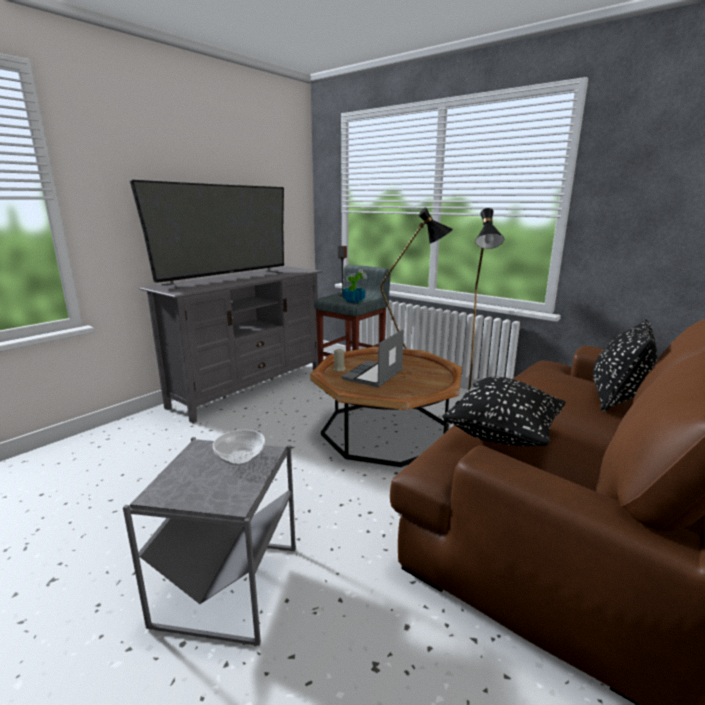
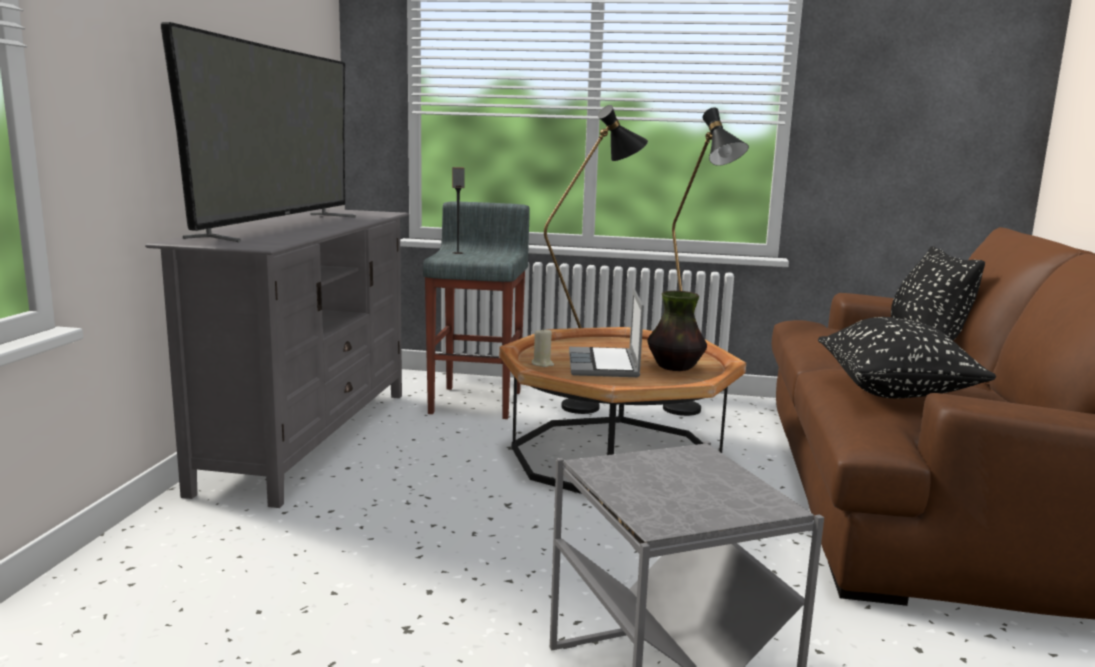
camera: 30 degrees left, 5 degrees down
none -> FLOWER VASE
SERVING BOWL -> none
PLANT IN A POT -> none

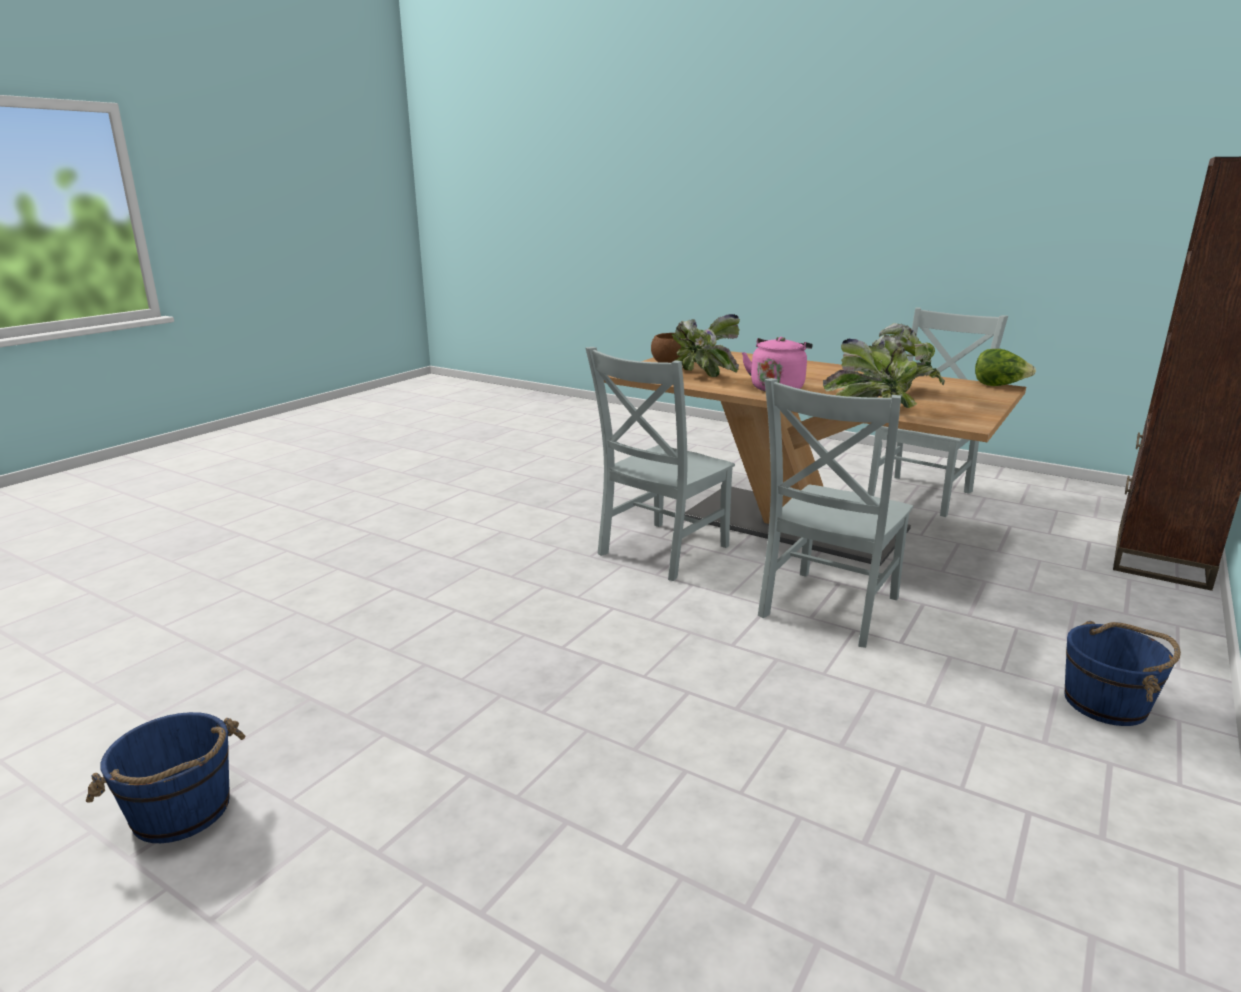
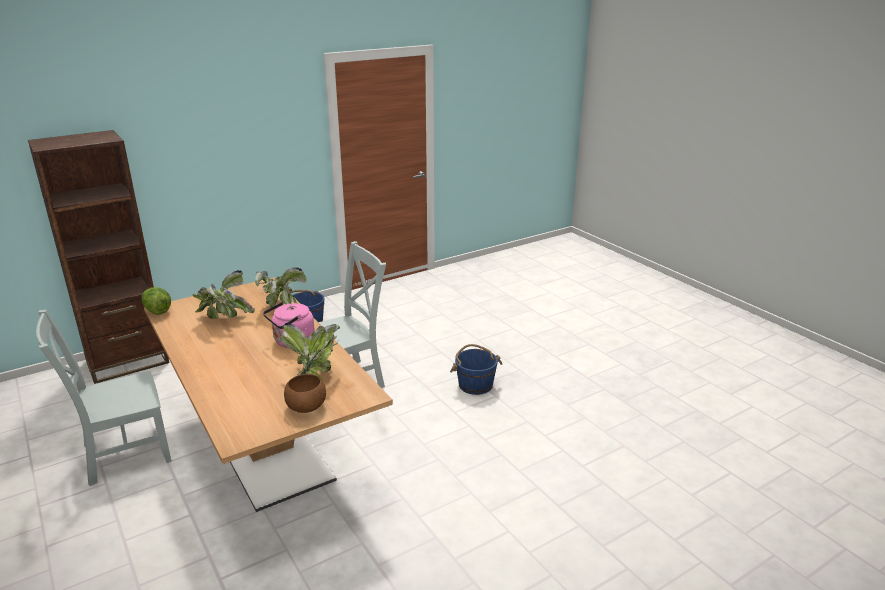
camera: 155 degrees left, 5 degrees up
BLUISH WATER BUCKET (no. 1 from left in the first image) -> BLUISH WATER BUCKET (no. 2 from left), shifted
GREYISH PLAIN CHAIR (no. 1 from left) -> none

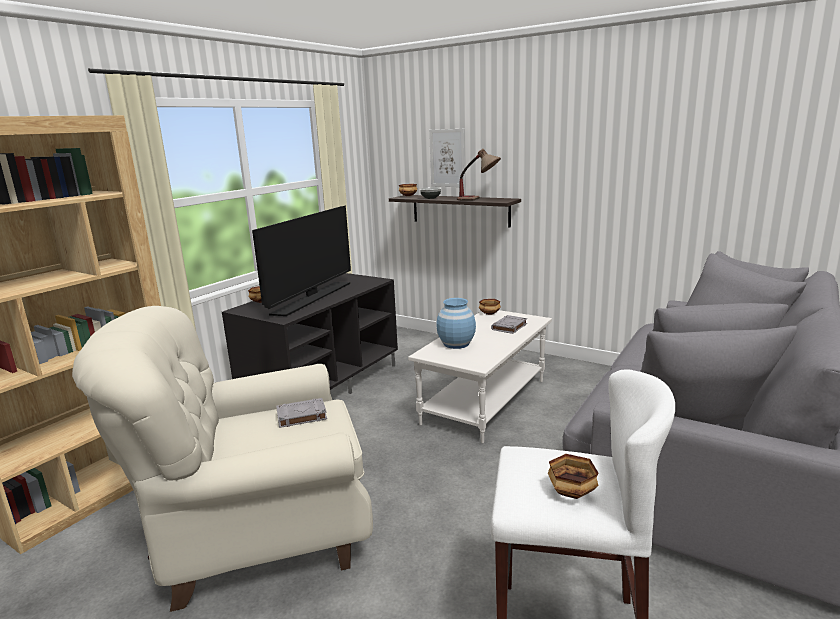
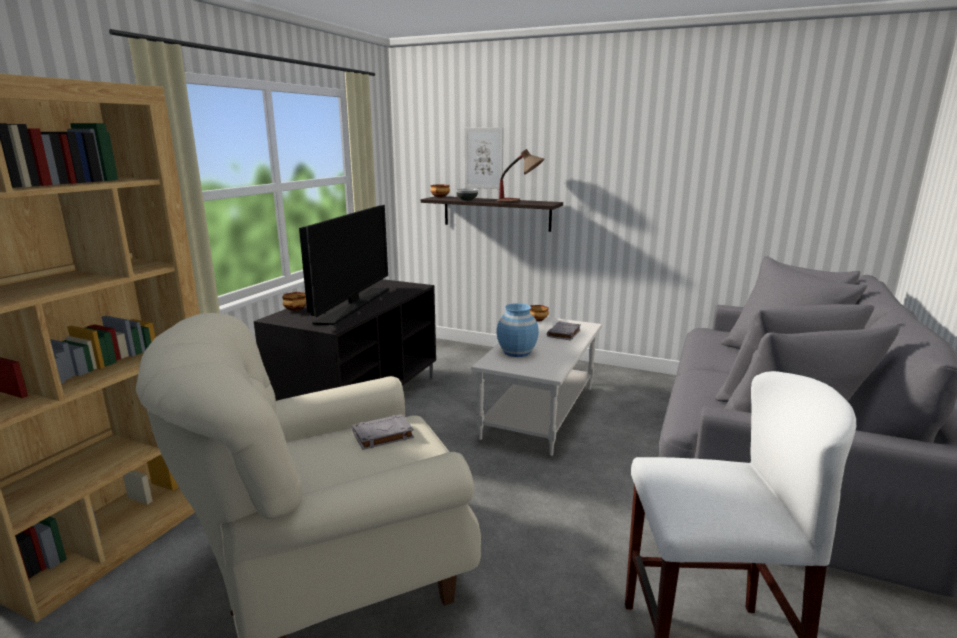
camera: 10 degrees left, 0 degrees up
SERVING BOWL (no. 5 from left) -> none

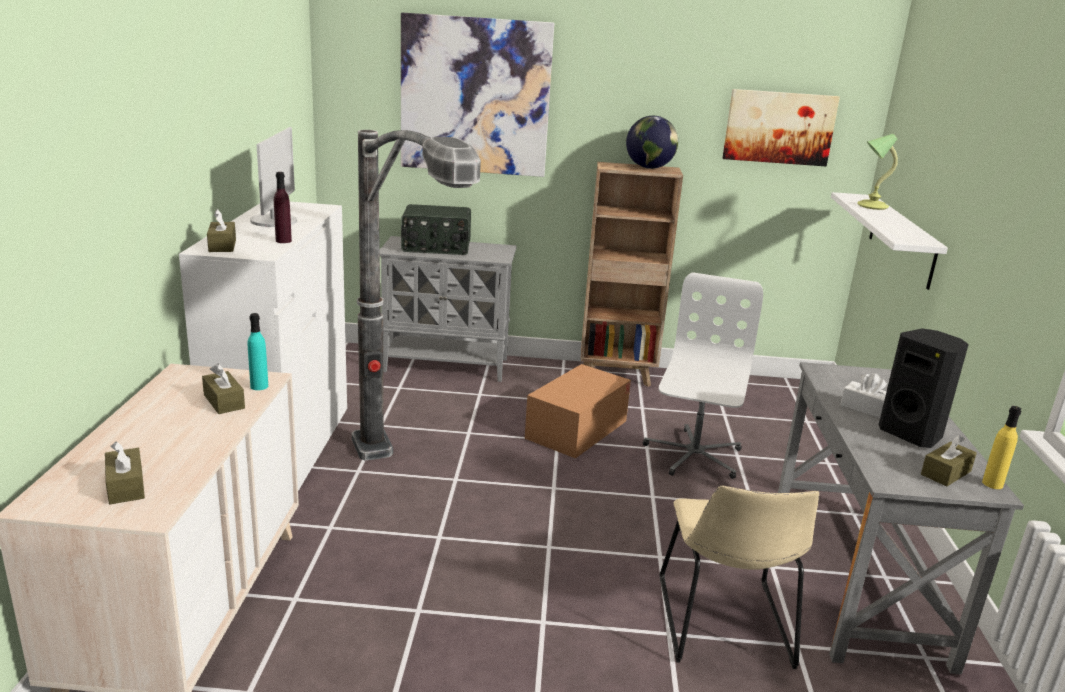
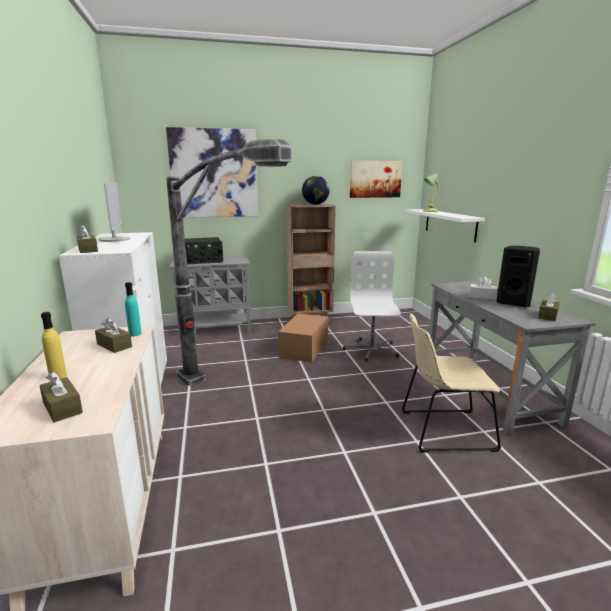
camera: 15 degrees left, 5 degrees down
YELLOW BOTTLE, shifted
BEIGE-COLOURED PLAIN CHAIR, 105 degrees clockwise
PURPLISH BOTTLE -> none

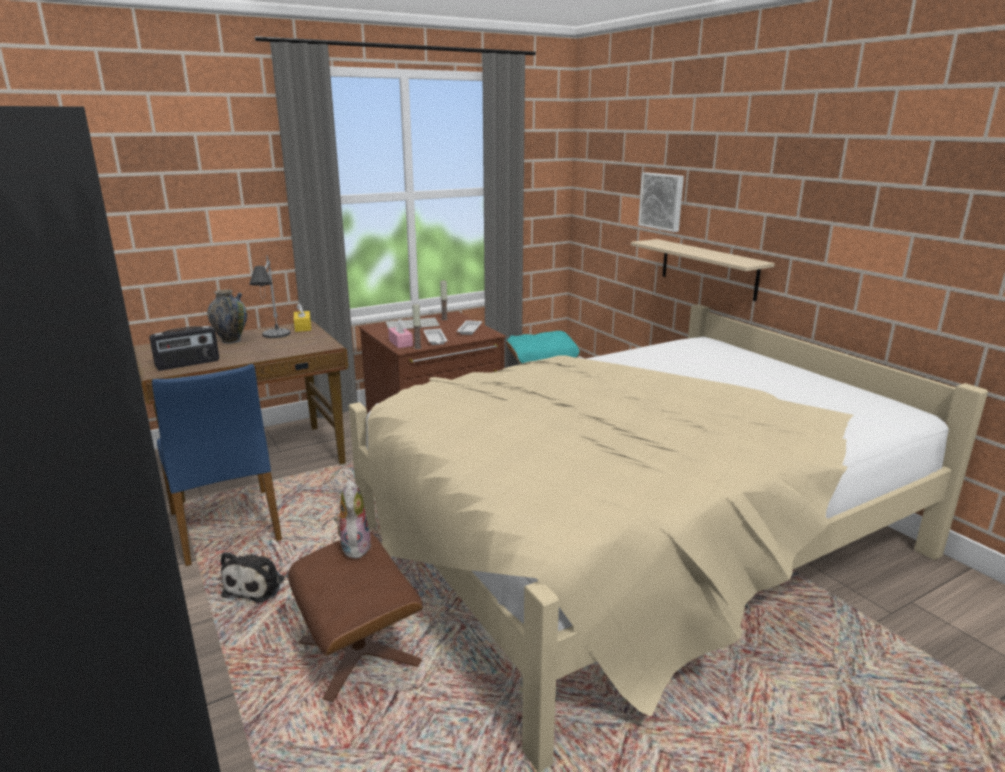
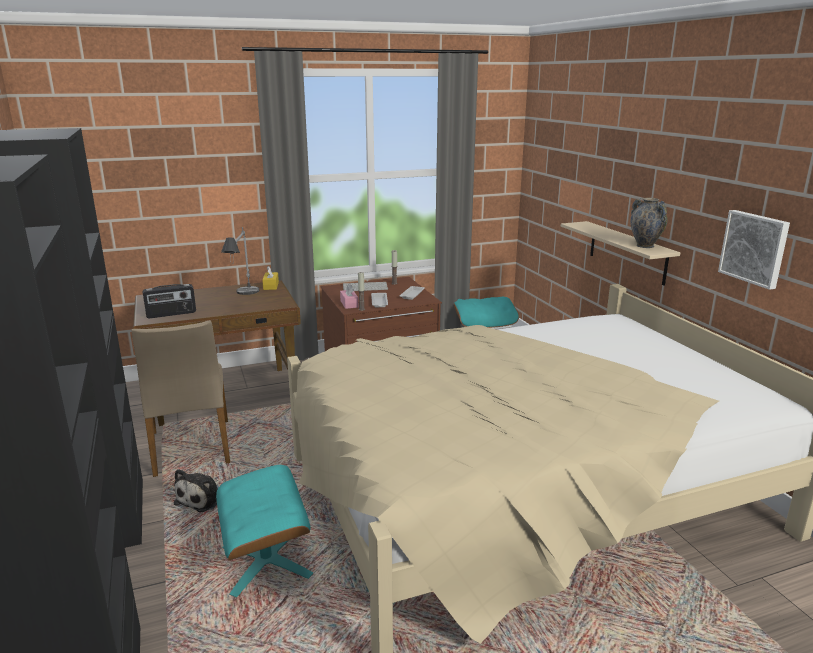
camera: 10 degrees right, 0 degrees up
BLUISH PLAIN CHAIR -> BEIGE-COLOURED PLAIN CHAIR
BROWNISH OTTOMAN -> TURQUOISE-COLOURED OTTOMAN (no. 1 from left)
FLOWER VASE, shifted
WALL ART, shifted
SOFT TOY (no. 2 from left) -> none

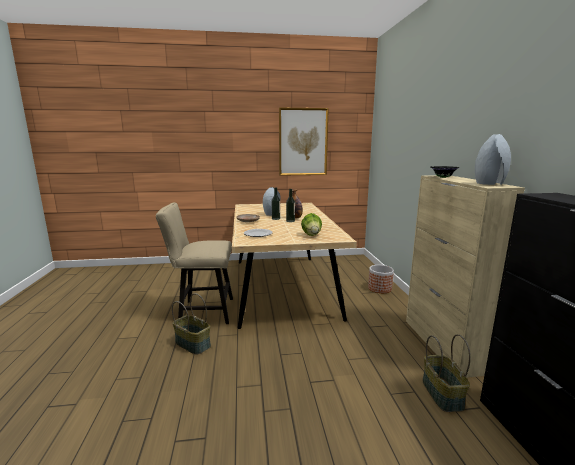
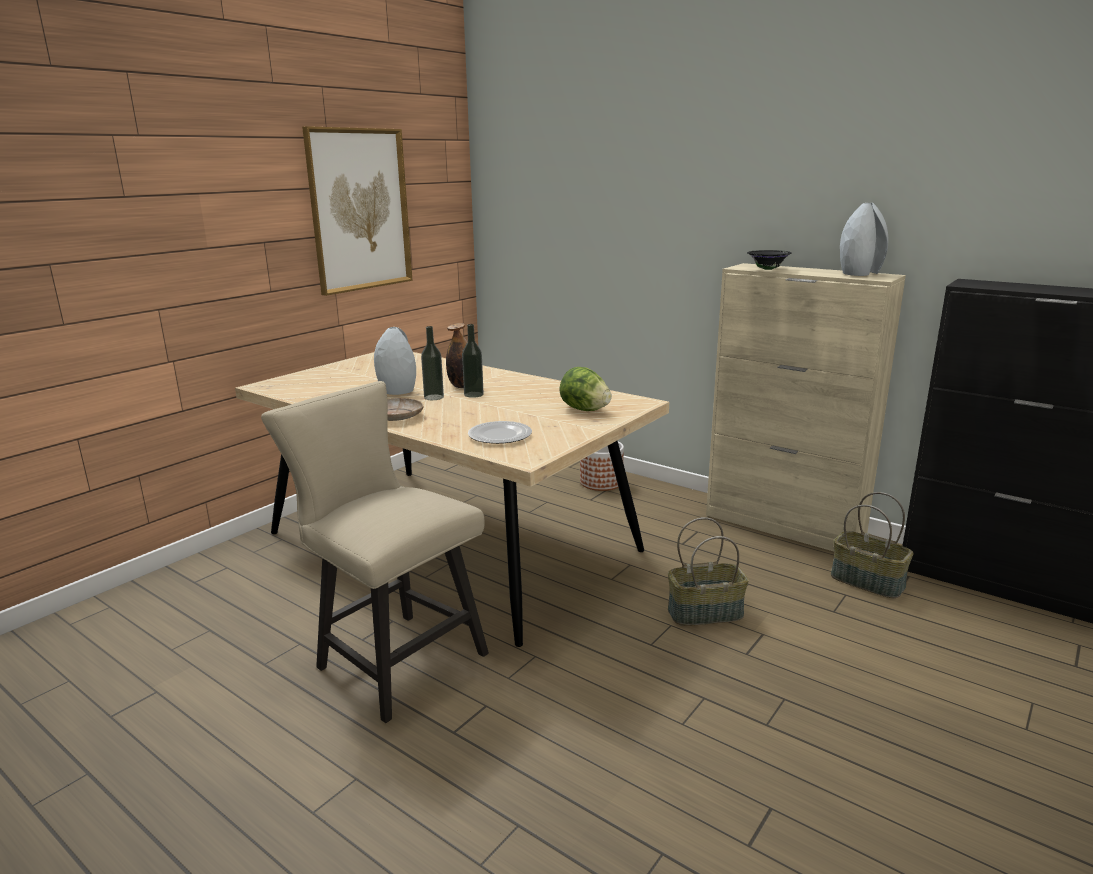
camera: 45 degrees left, 5 degrees up
BEIGE-COLOURED PLAIN CHAIR, 90 degrees clockwise
HOUSEHOLD BASKET (no. 1 from left), shifted

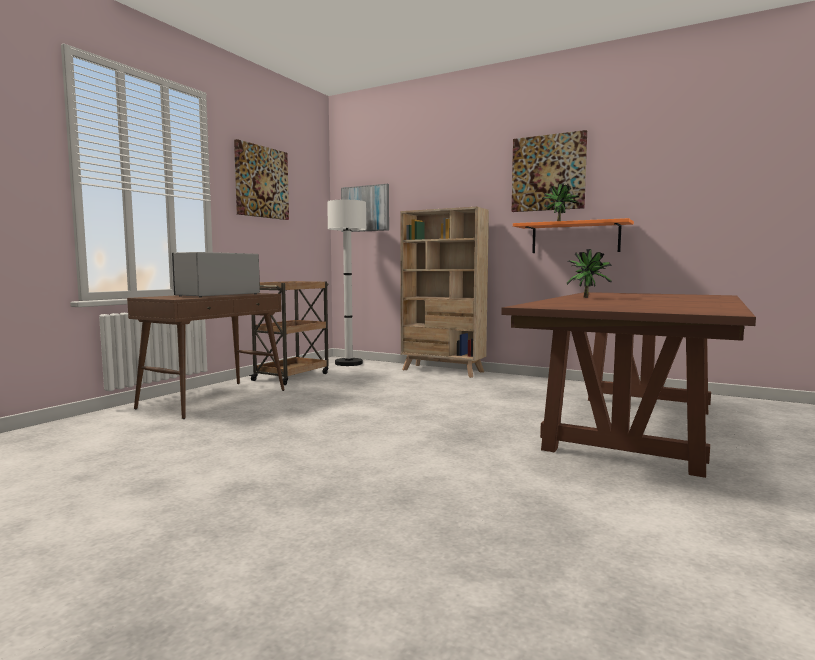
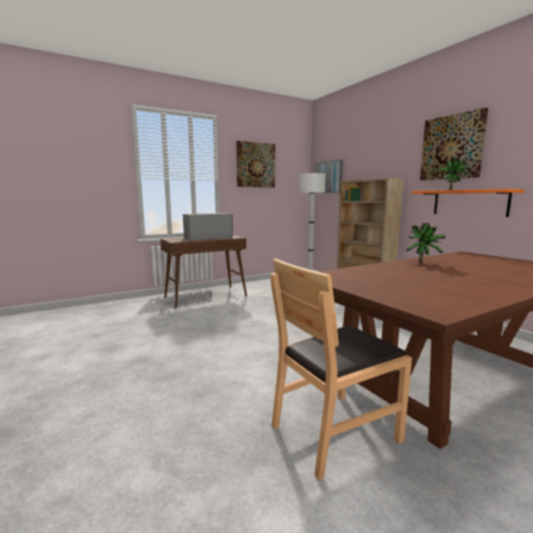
camera: 30 degrees right, 5 degrees up
none -> BROWNISH PLAIN CHAIR
BROWNISH CART -> none

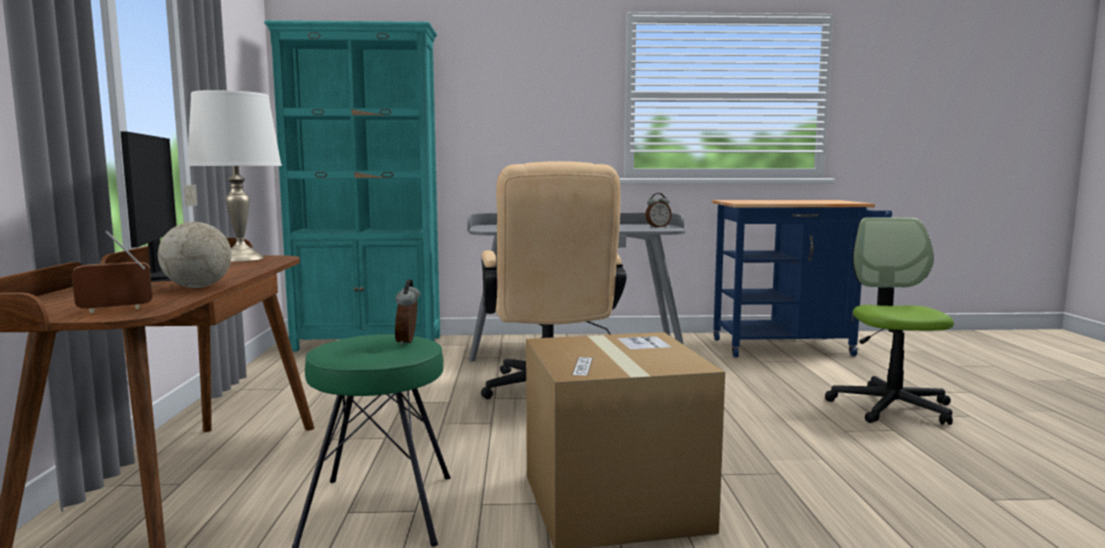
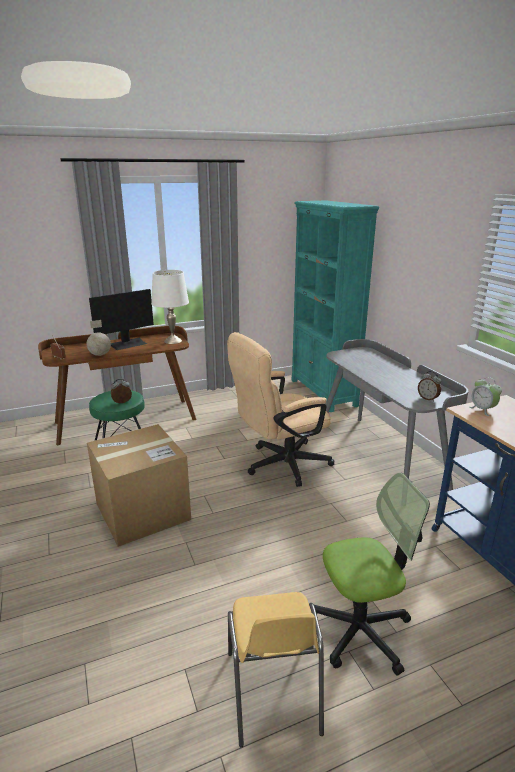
camera: 70 degrees right, 15 degrees up
none -> YELLOW PLAIN CHAIR
none -> ALARM CLOCK (no. 3 from left)

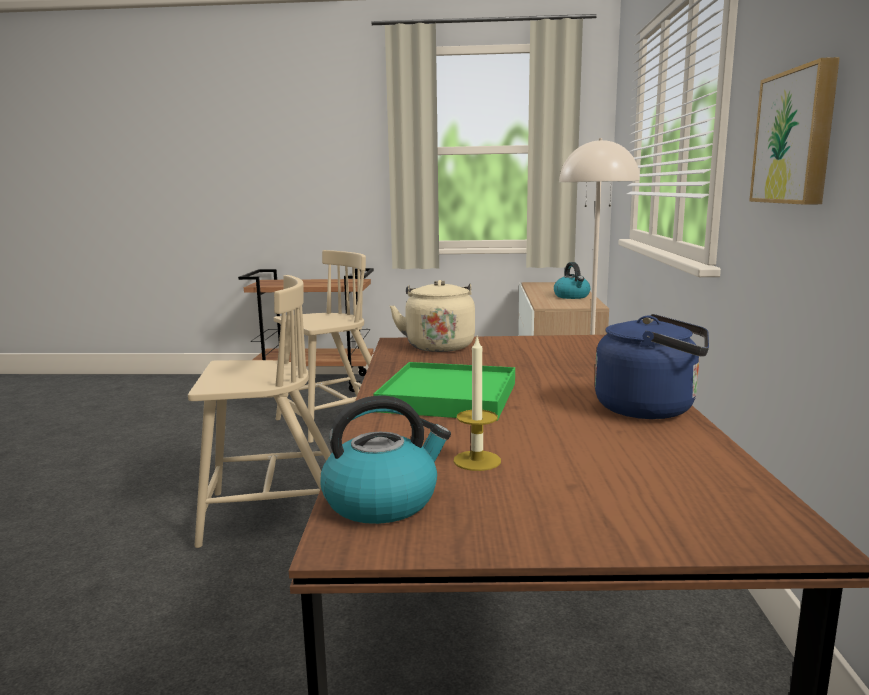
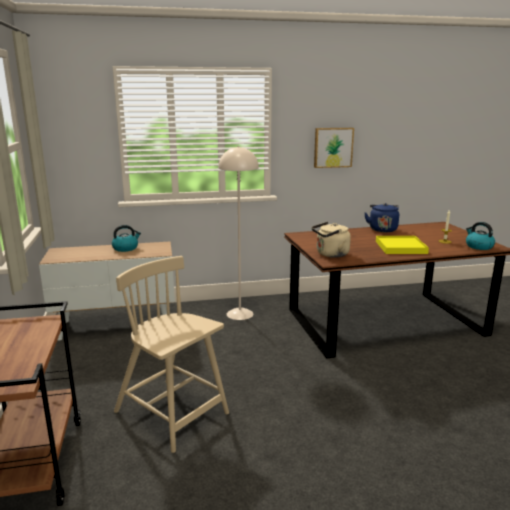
camera: 105 degrees left, 5 degrees up
GREEN-COLOURED TRAY -> YELLOW TRAY
BEIGE-COLOURED PLAIN CHAIR (no. 1 from left) -> none

